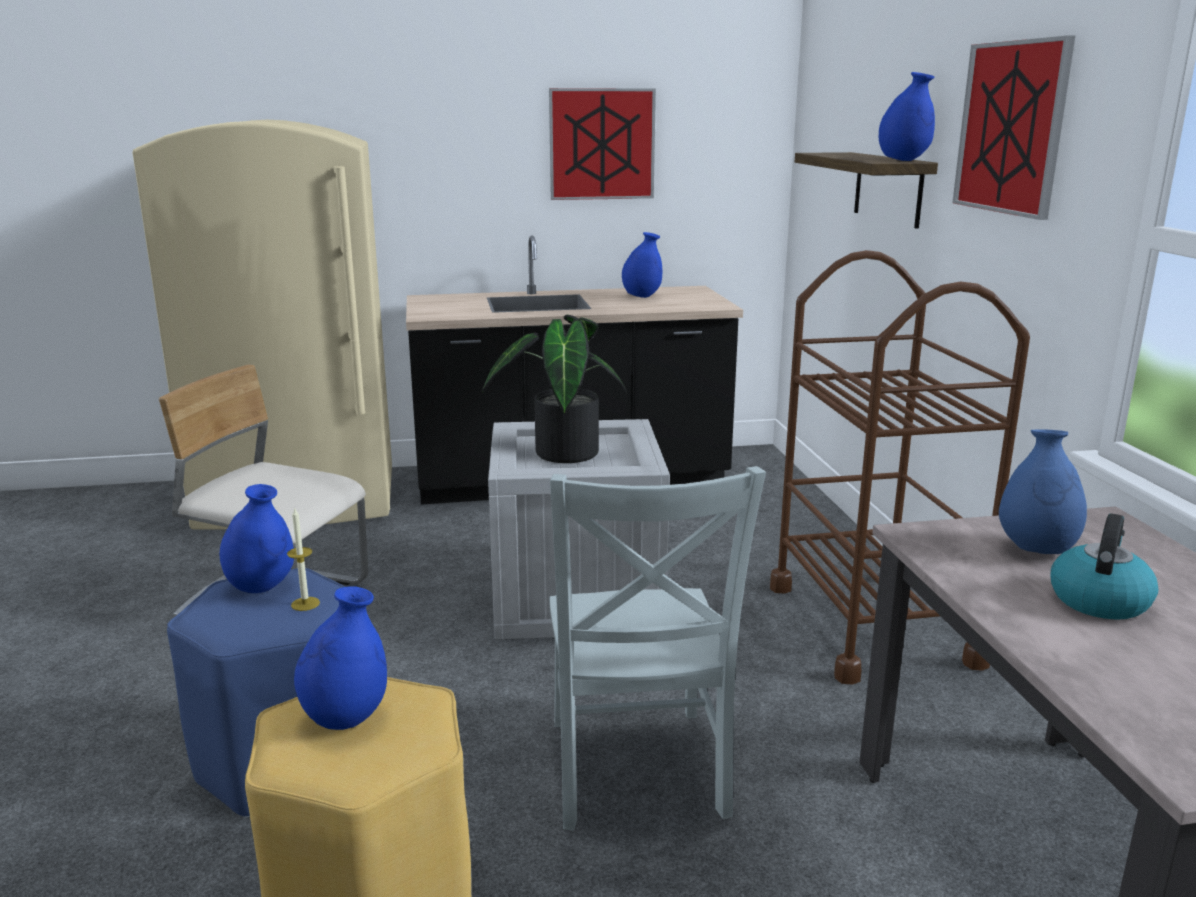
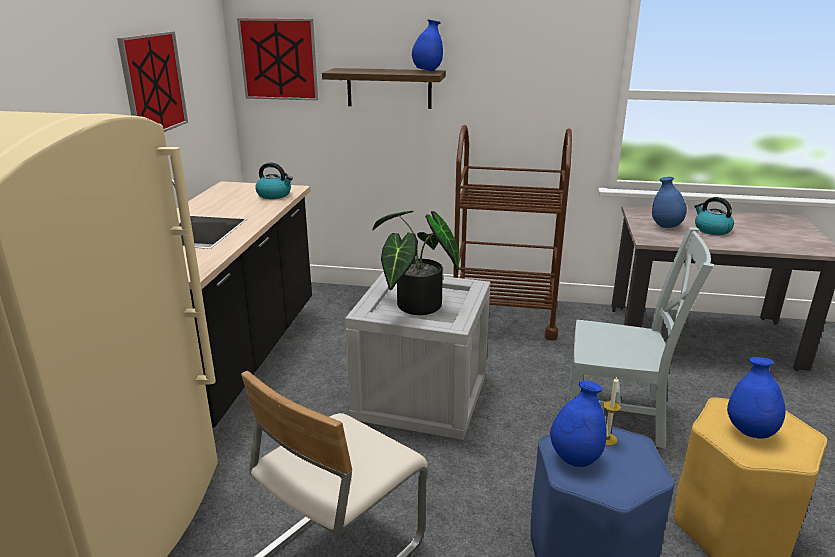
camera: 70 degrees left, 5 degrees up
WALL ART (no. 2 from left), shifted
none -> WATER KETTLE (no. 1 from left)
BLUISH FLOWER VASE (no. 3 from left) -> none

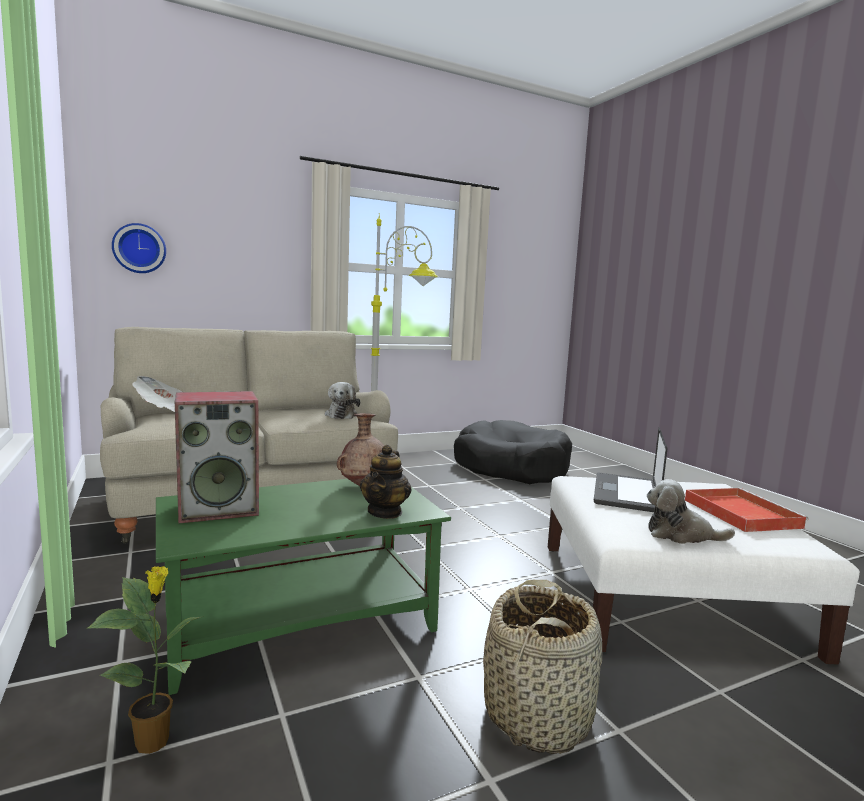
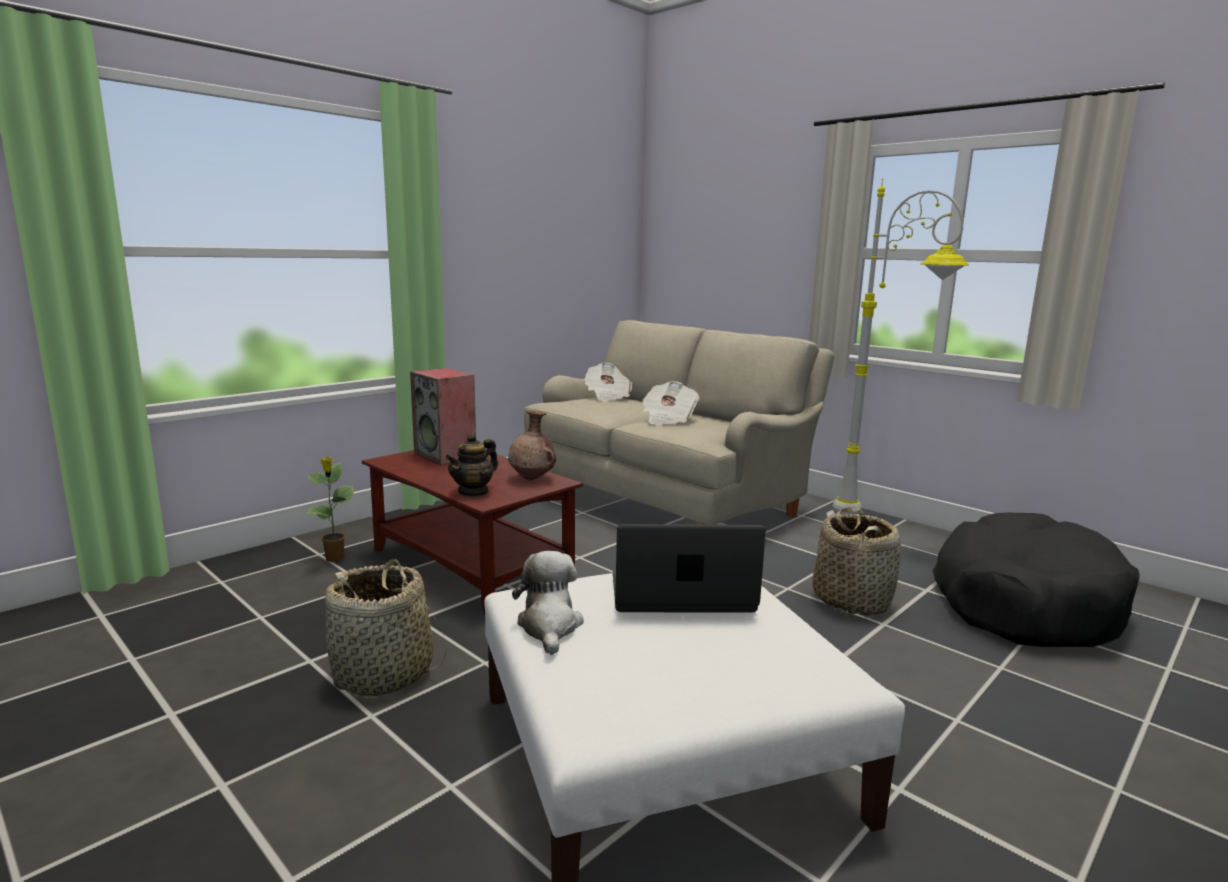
camera: 70 degrees right, 5 degrees up
GREEN-COLOURED COFFEE TABLE -> BROWNISH COFFEE TABLE
POT FOR TEA, 45 degrees counterclockwise
none -> PRINTED PAPER (no. 2 from left)
none -> HOUSEHOLD BASKET (no. 2 from left)
WALL CLOCK -> none
SOFT TOY (no. 1 from left) -> none
RED TRAY -> none

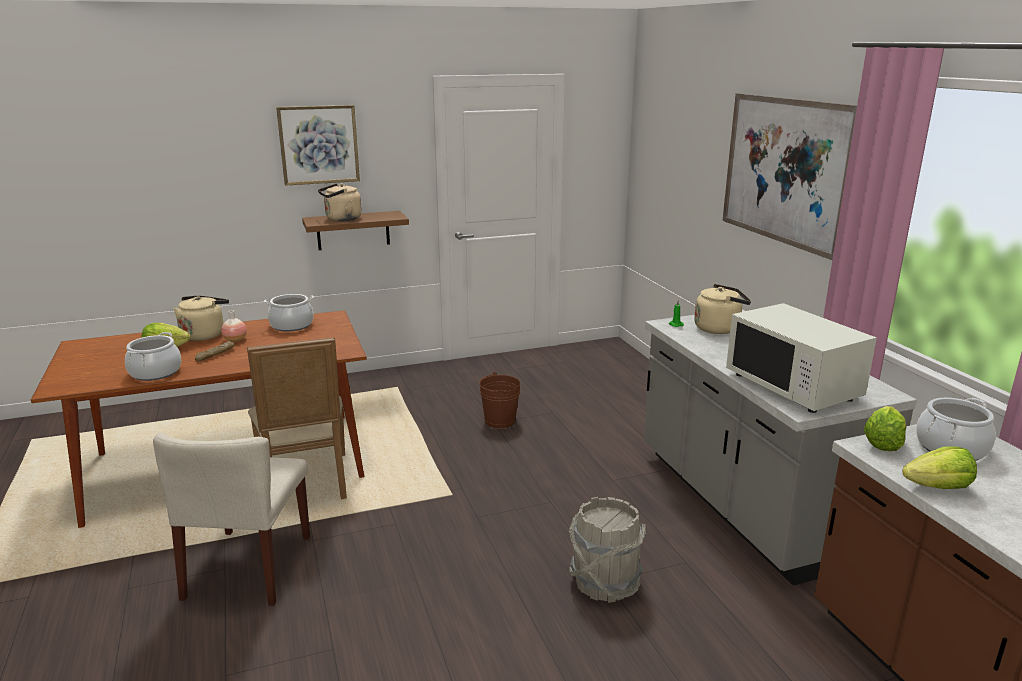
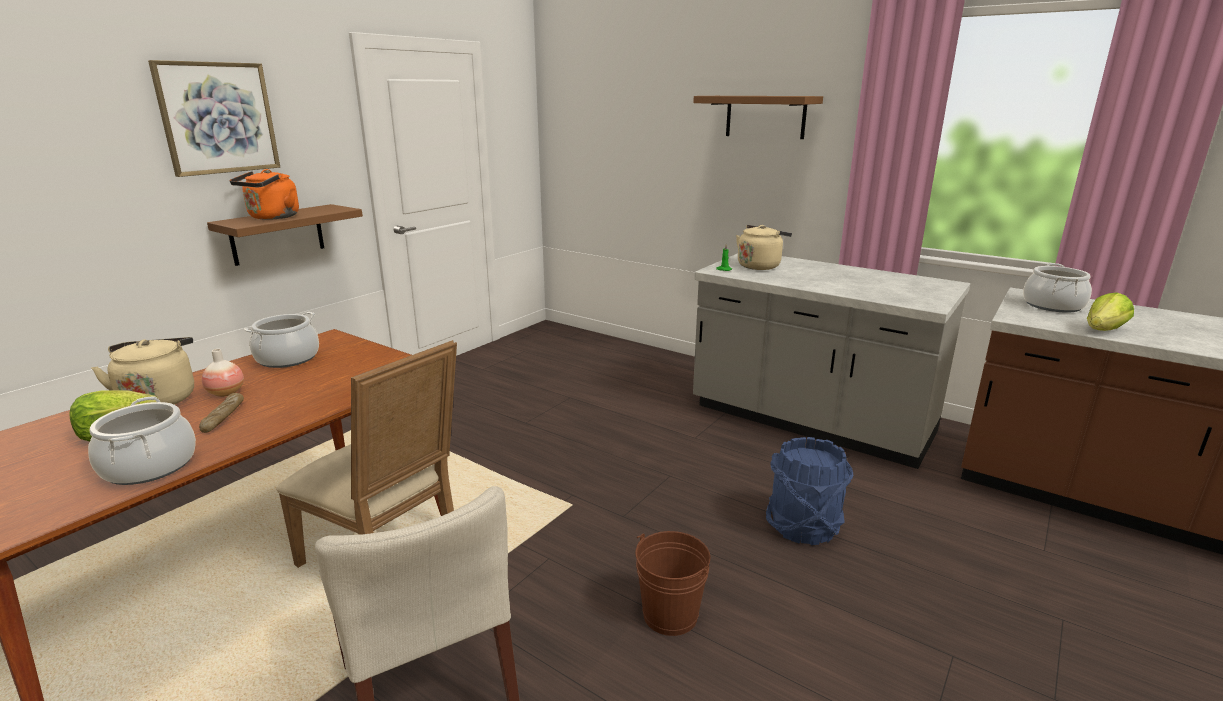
camera: 35 degrees left, 0 degrees up
BEIGE-COLOURED WATER KETTLE (no. 2 from left) -> ORANGE WATER KETTLE
BROWNISH WATER BUCKET, shifted
WALL ART (no. 2 from left) -> BROWNISH WALL SHELF (no. 2 from left)
GREYISH WATER BUCKET -> BLUISH WATER BUCKET
WHITE MICROWAVE OVEN -> none
HEAD OF LETTUCE (no. 2 from left) -> none

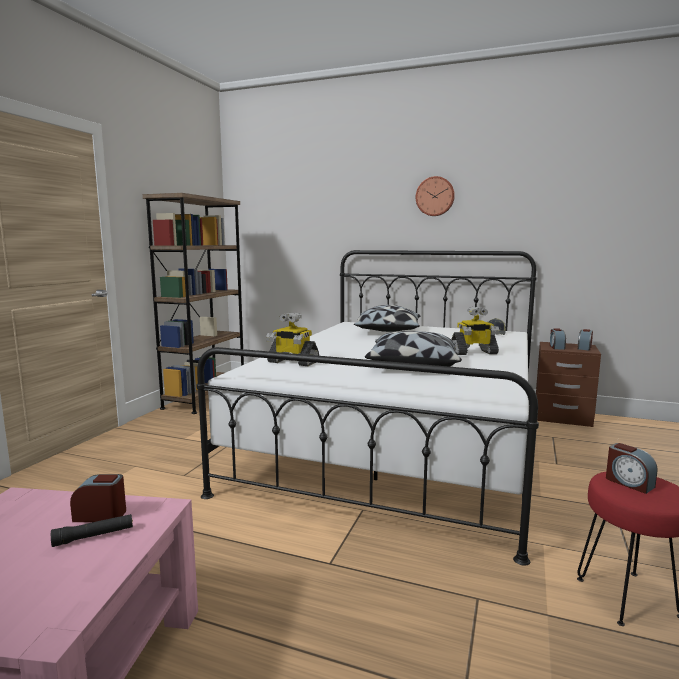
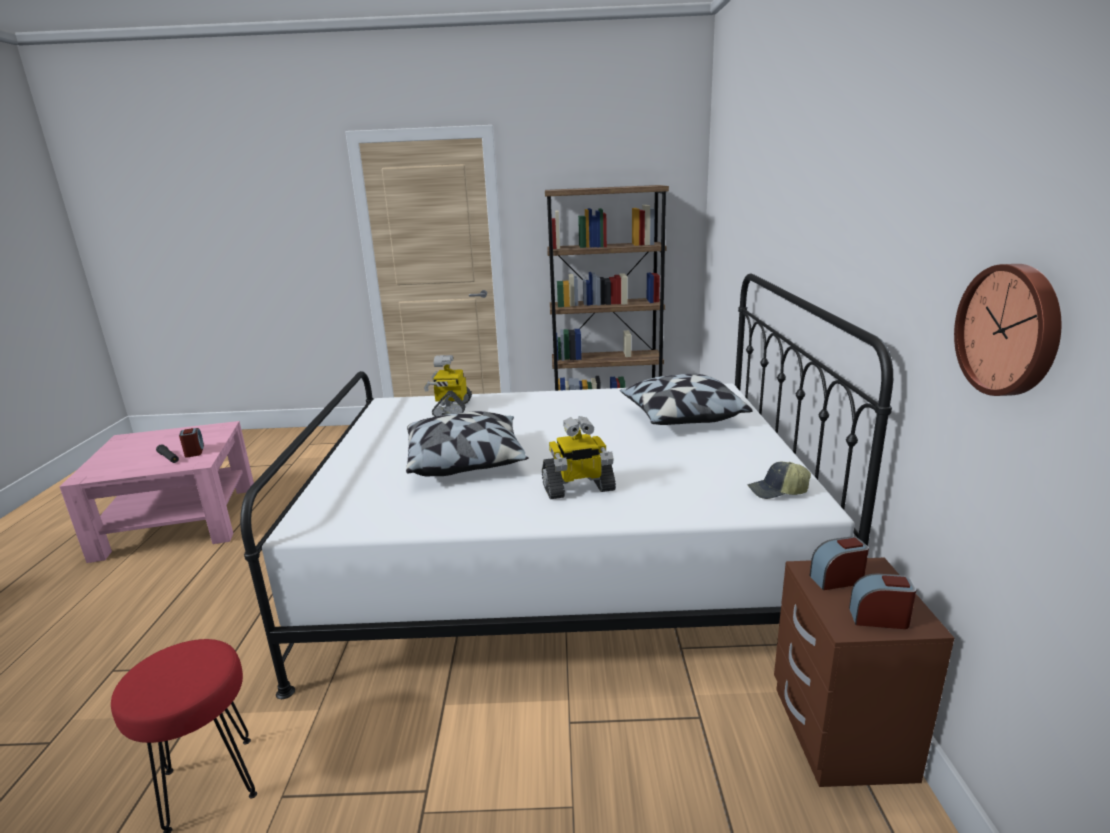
camera: 70 degrees right, 10 degrees up
TOY ROBOT (no. 2 from left), 75 degrees counterclockwise
WALL CLOCK, shifted
ALARM CLOCK (no. 4 from left) -> none

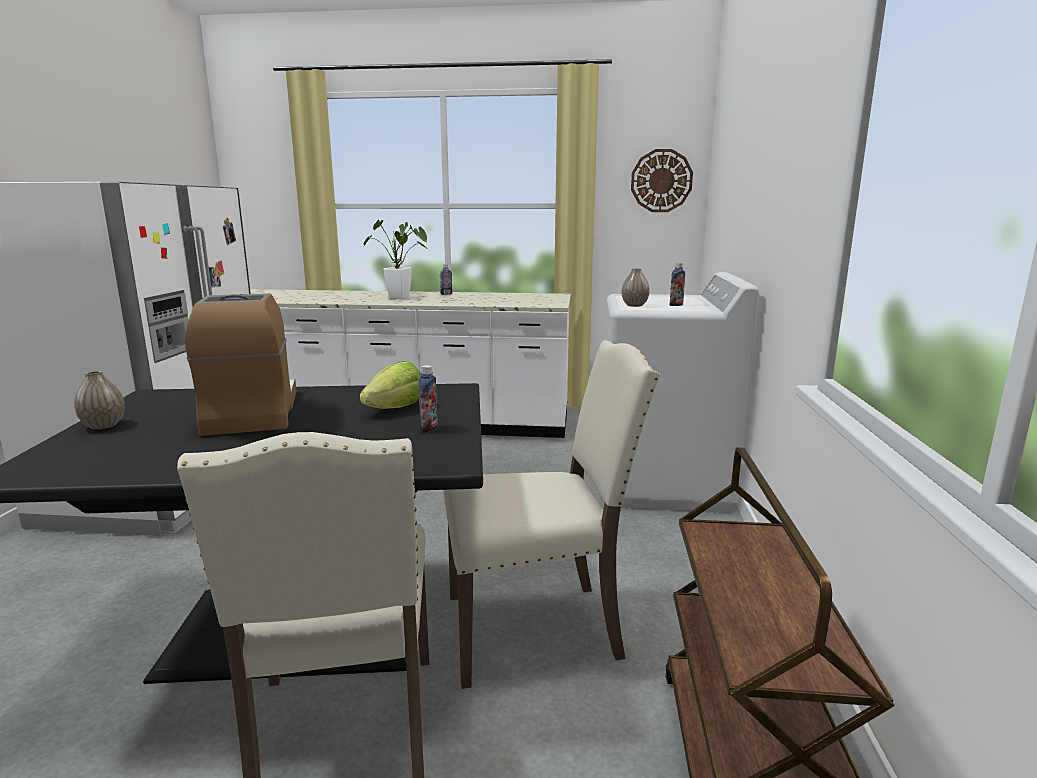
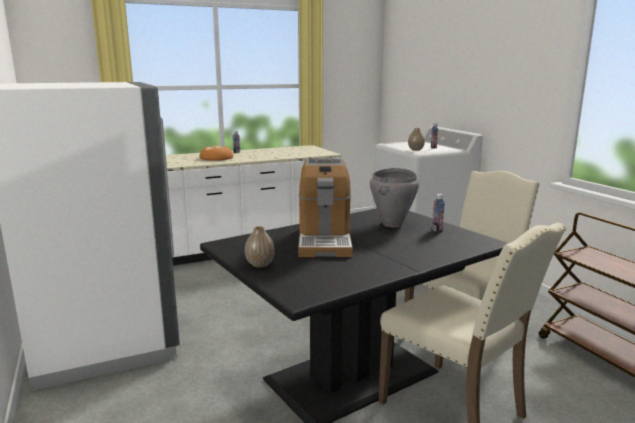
camera: 30 degrees left, 0 degrees up
PLANT IN A POT -> BAKERY BREAD
COFFEE BREWER, 135 degrees counterclockwise
HEAD OF LETTUCE -> GREYISH STOCKPOT
WALL CLOCK -> none

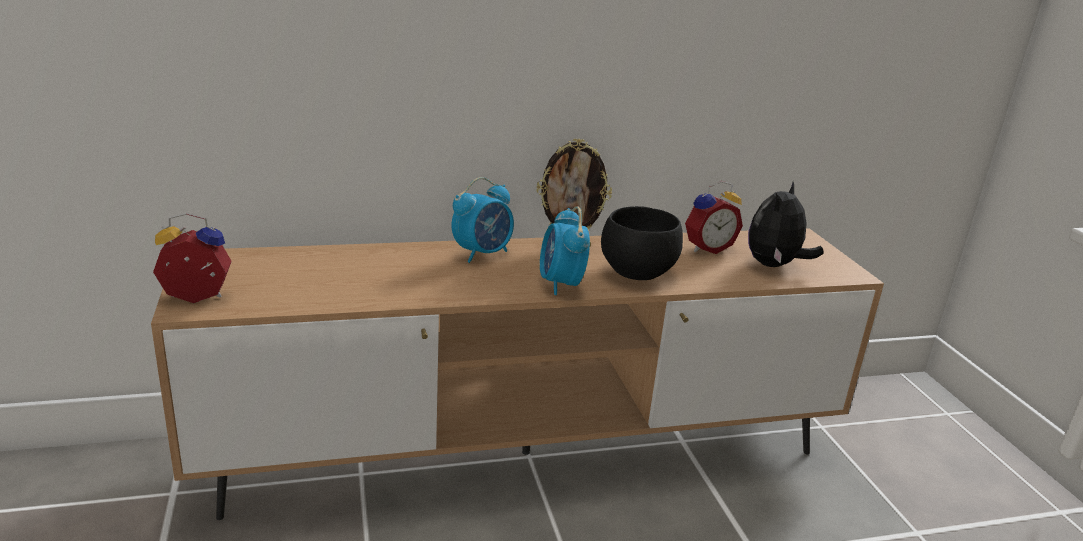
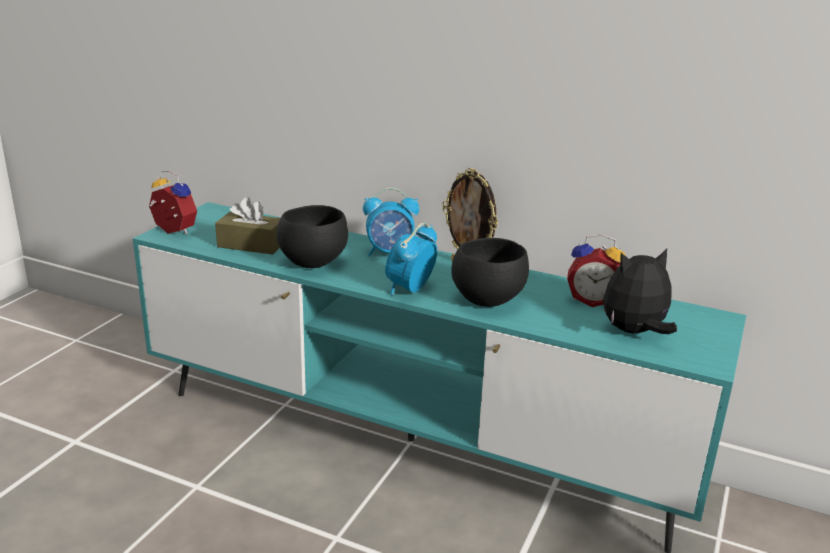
camera: 40 degrees right, 0 degrees up
BROWNISH TV UNIT -> TURQUOISE-COLOURED TV UNIT
none -> BROWNISH BOX OF TISSUES
none -> BLACK-COLOURED SERVING BOWL (no. 1 from left)

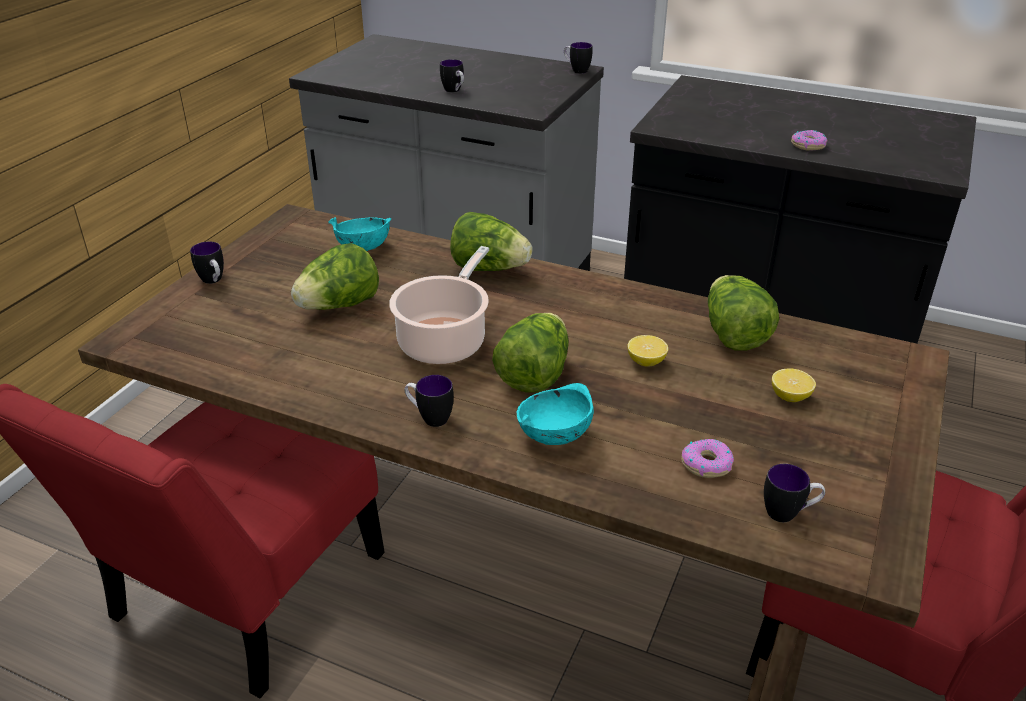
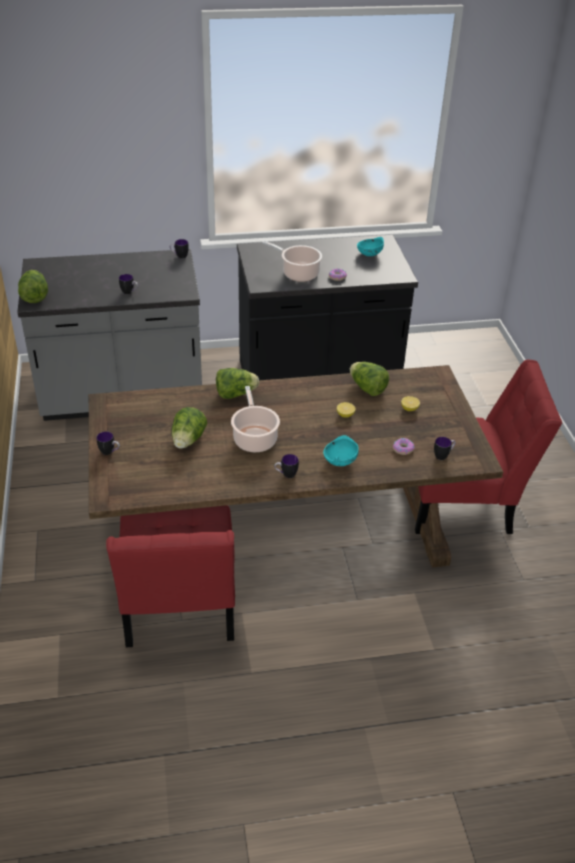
camera: 35 degrees left, 5 degrees up
HEAD OF LETTUCE (no. 3 from left in the first image) -> HEAD OF LETTUCE (no. 1 from left), shifted
none -> STOCKPOT (no. 2 from left)
TURQUOISE-COLOURED SERVING BOWL (no. 1 from left in the first image) -> TURQUOISE-COLOURED SERVING BOWL (no. 2 from left), shifted

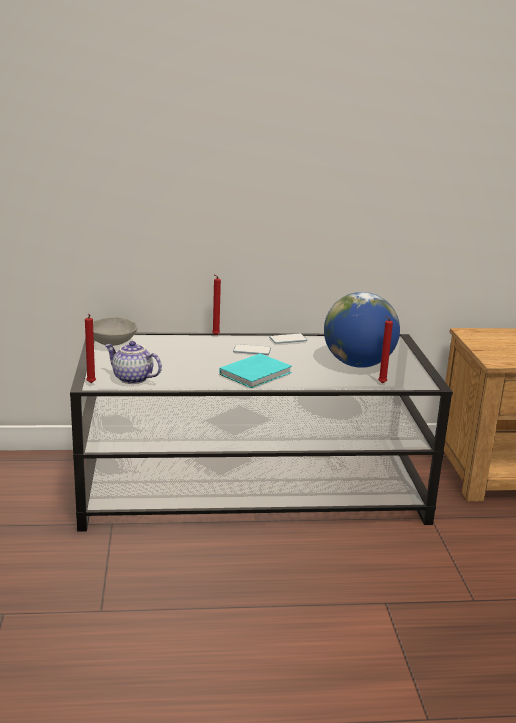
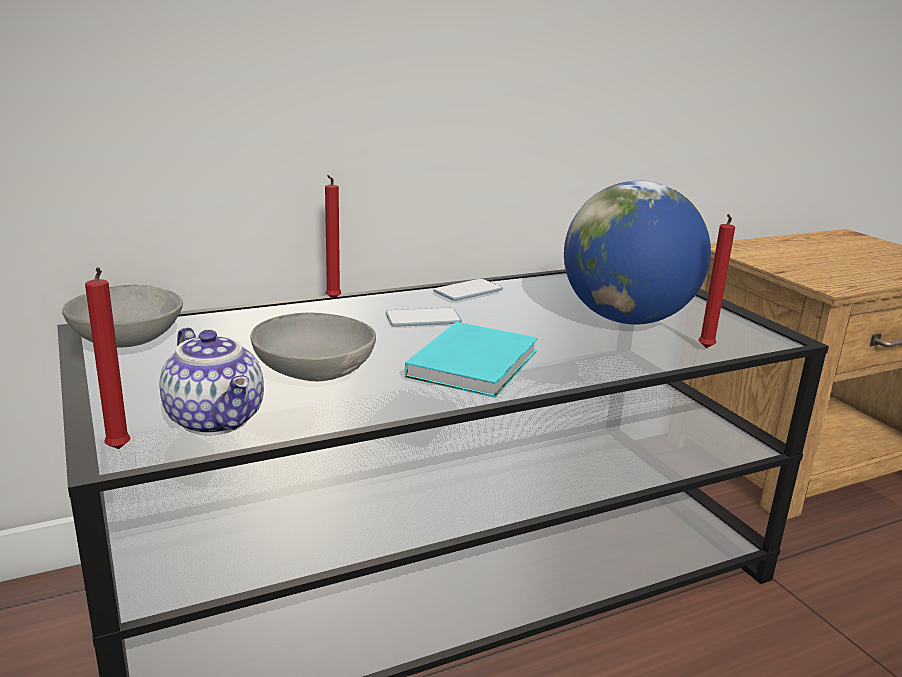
camera: 20 degrees left, 0 degrees up
POT FOR TEA, 135 degrees counterclockwise
none -> GREYISH SERVING BOWL (no. 2 from left)

